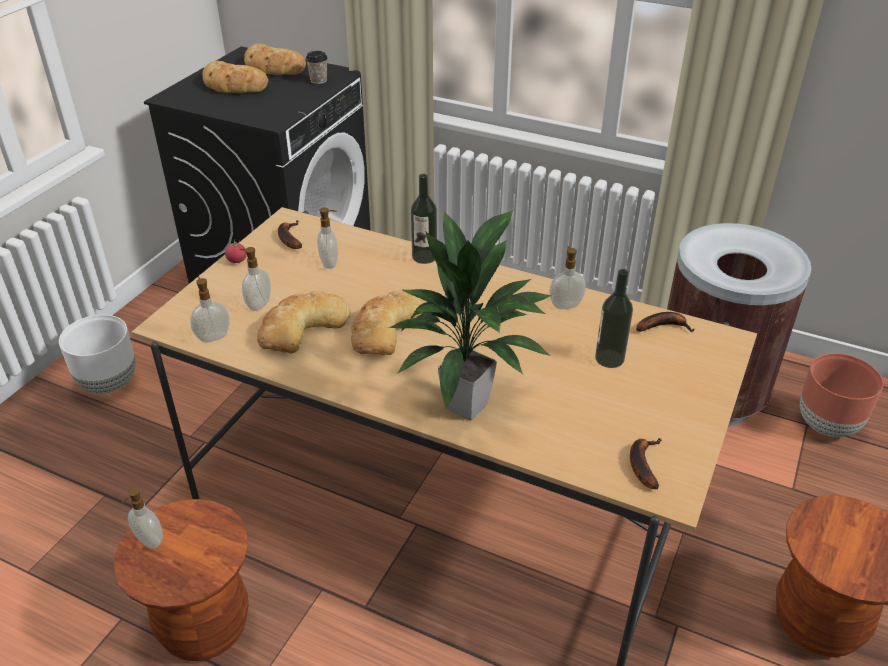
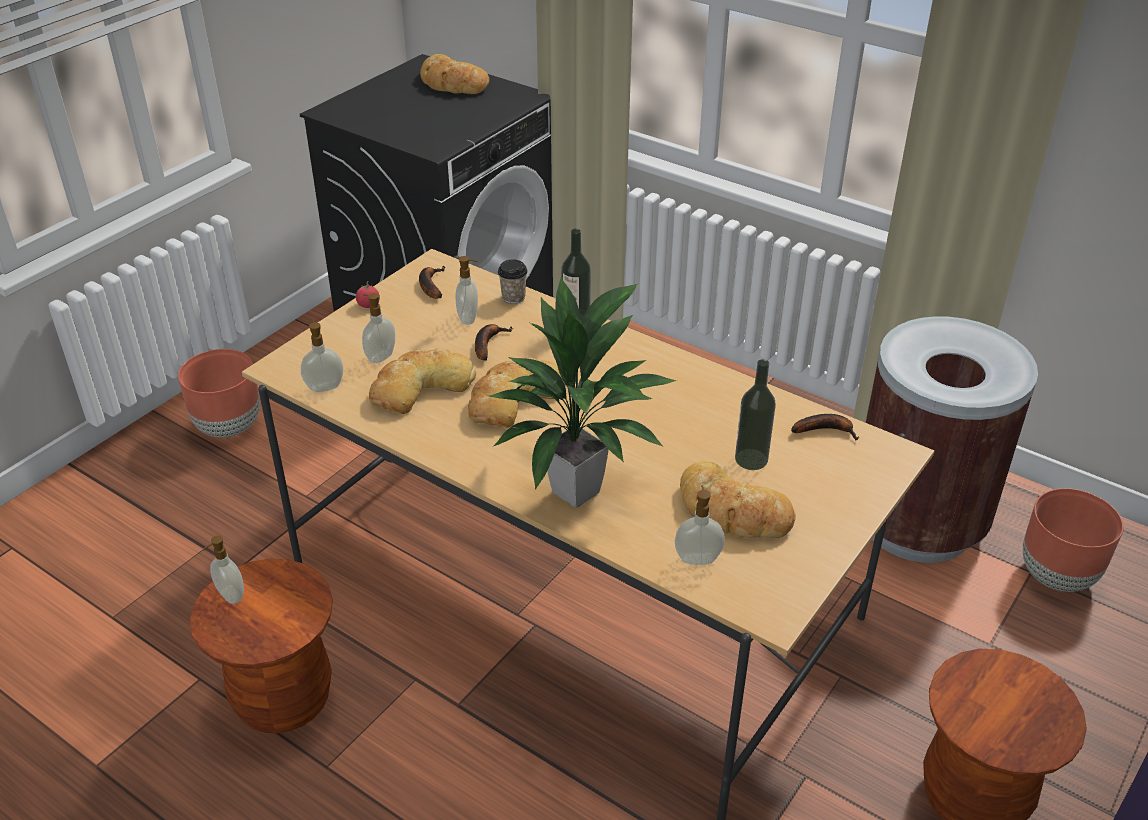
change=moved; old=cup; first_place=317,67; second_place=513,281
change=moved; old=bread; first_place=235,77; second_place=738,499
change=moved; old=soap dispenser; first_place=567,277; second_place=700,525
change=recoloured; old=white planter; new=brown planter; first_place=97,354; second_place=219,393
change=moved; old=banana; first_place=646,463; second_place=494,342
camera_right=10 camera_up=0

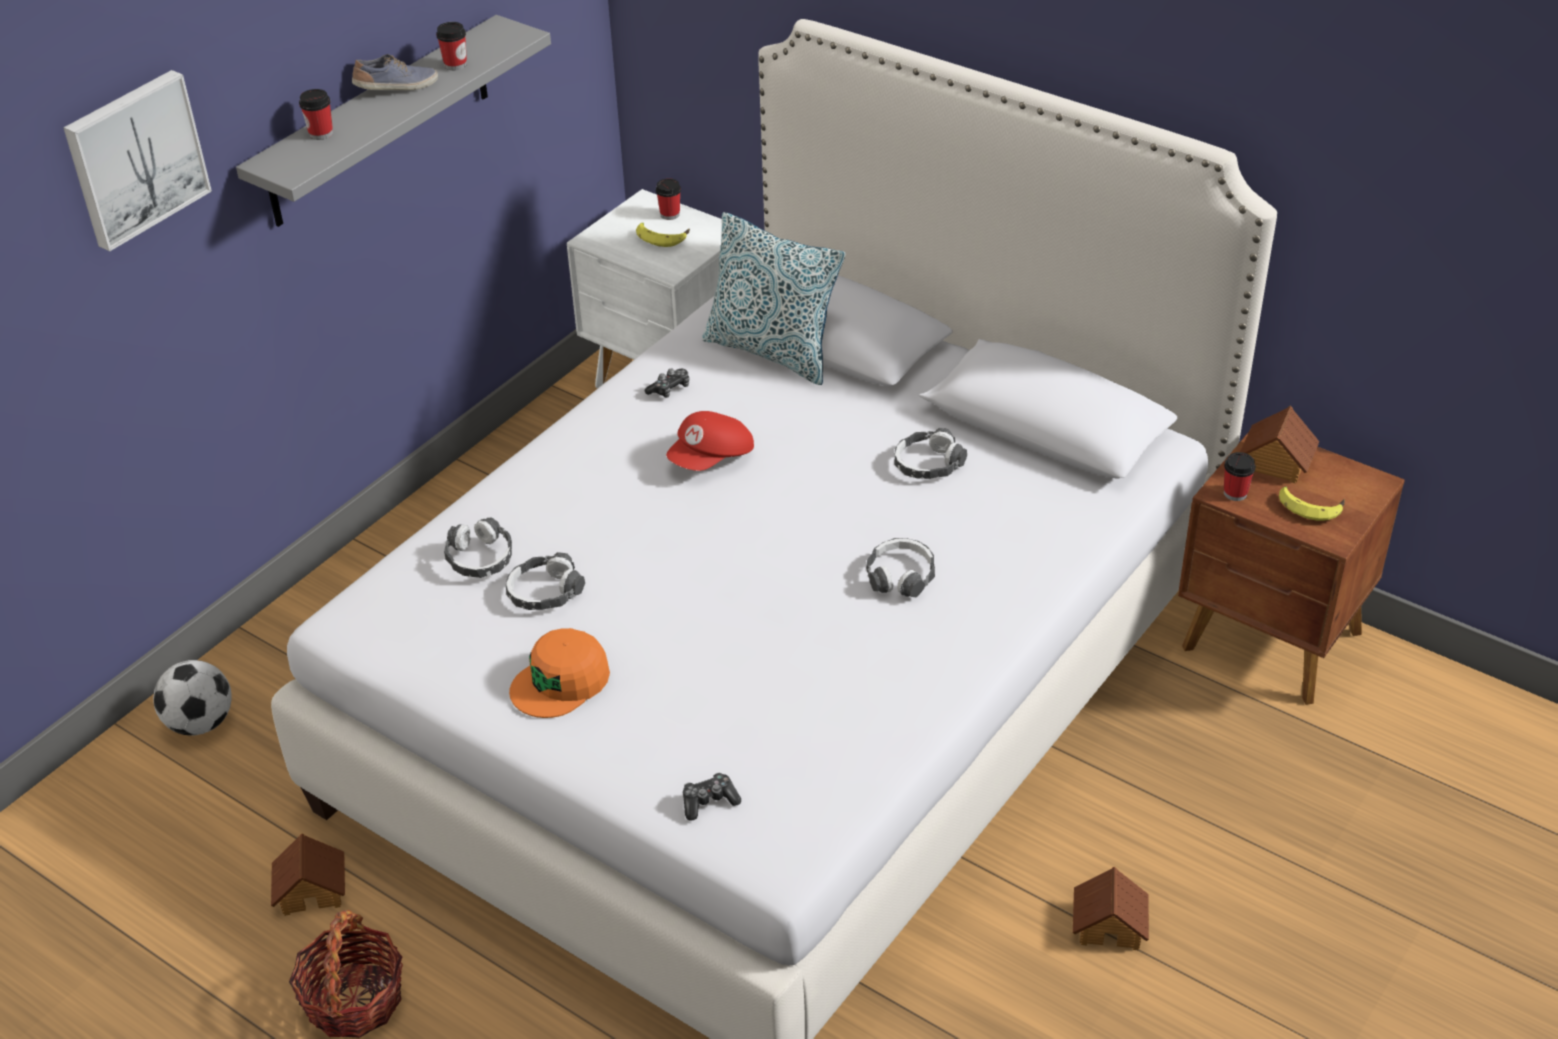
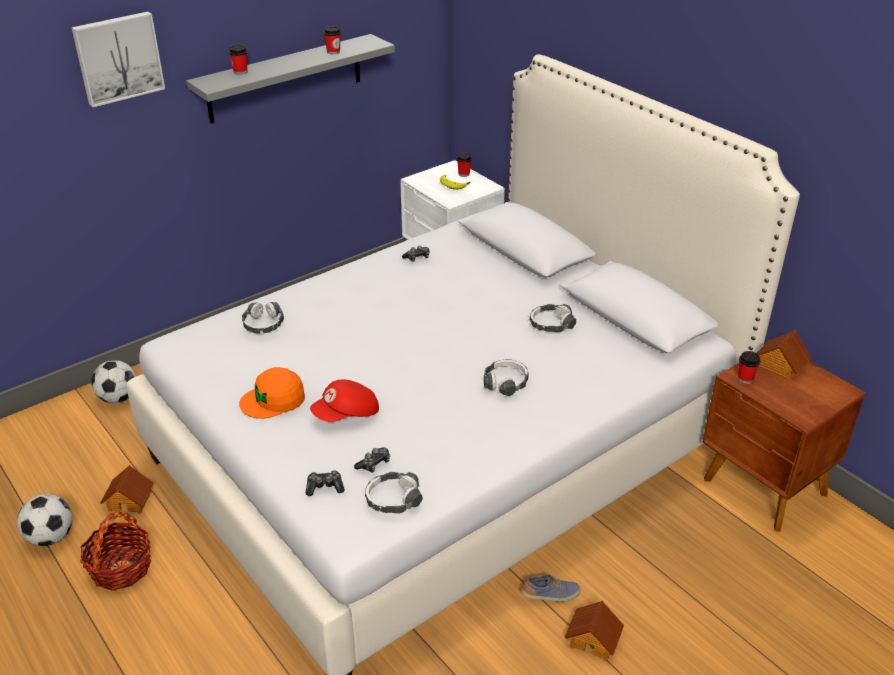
change=moved; old=shoe; first_place=395,72; second_place=551,588
change=removed; old=pillow; first_place=773,298
change=moved; old=red cap; first_place=710,441; second_place=344,401
change=removed; old=banana; first_place=1312,503
change=moved; old=headphones; first_place=545,581; second_place=394,492
change=added; new=game controller; second_place=372,460
change=added; new=football; second_place=45,520
camera_right=15 camera_up=-5

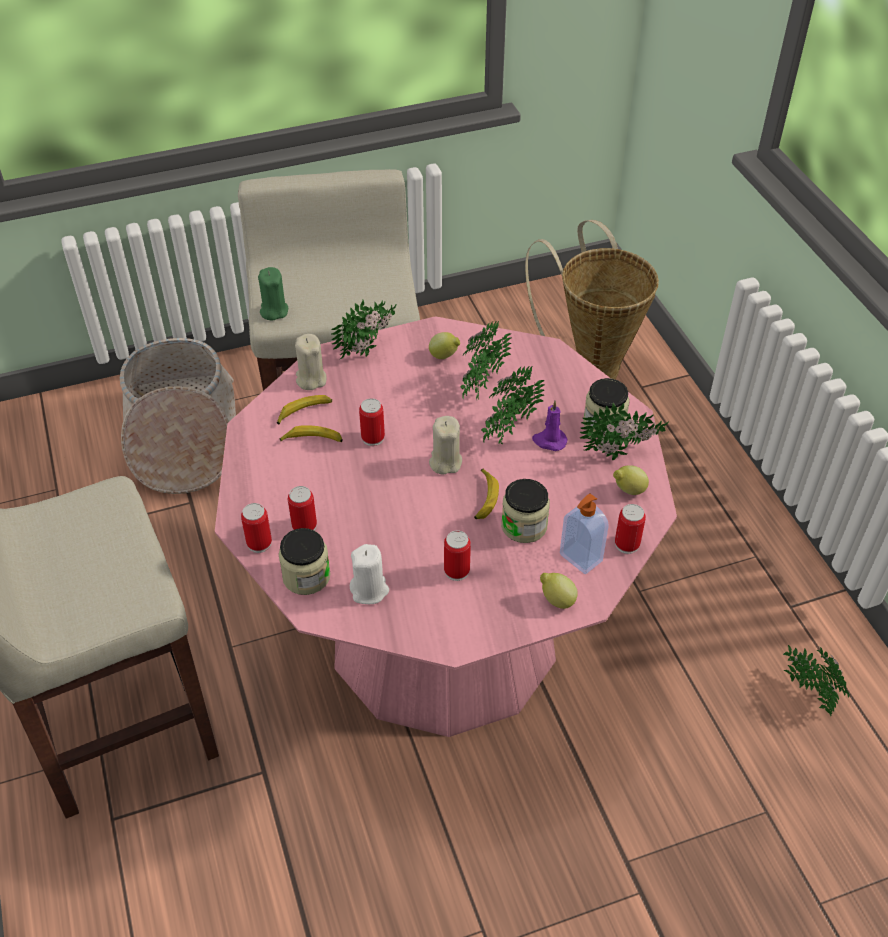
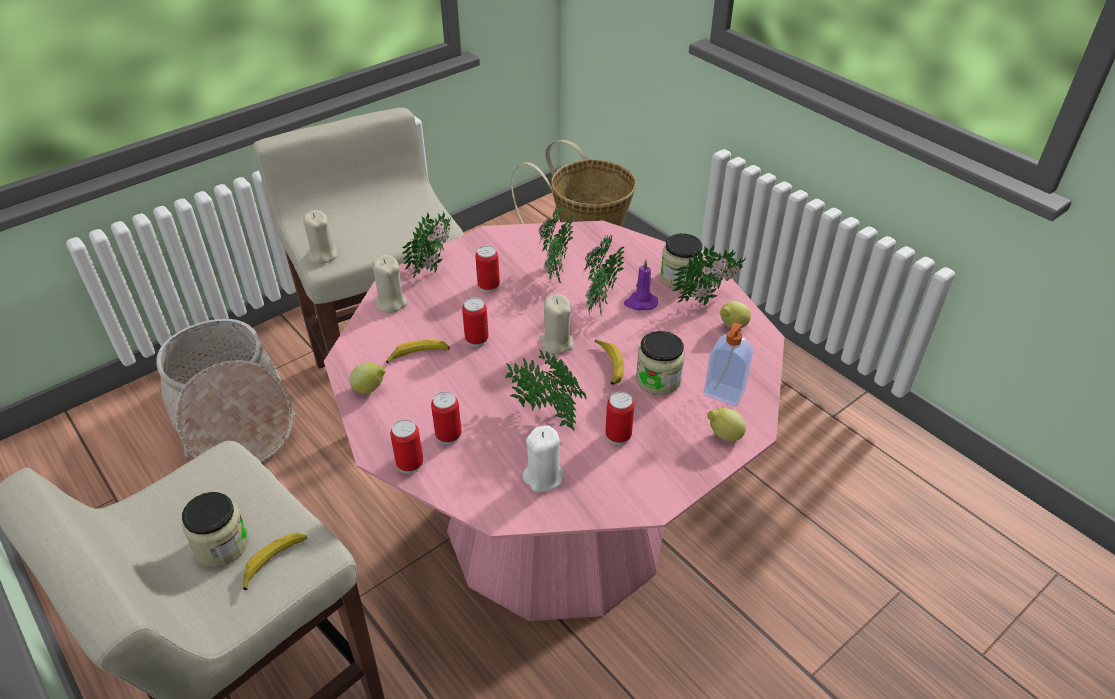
change=recoloured; old=green candle; new=beige candle; first_place=273,294; second_place=320,237
change=moved; old=lemon; first_place=444,345; second_place=367,378
change=moved; old=banana; first_place=304,410; second_place=275,561
change=moved; old=can; first_place=630,529; second_place=487,269
change=moved; old=jar; first_place=305,561; second_place=215,529
change=moved; old=potted plant; first_place=816,680; second_place=545,389
camera_right=-20 camera_up=-5

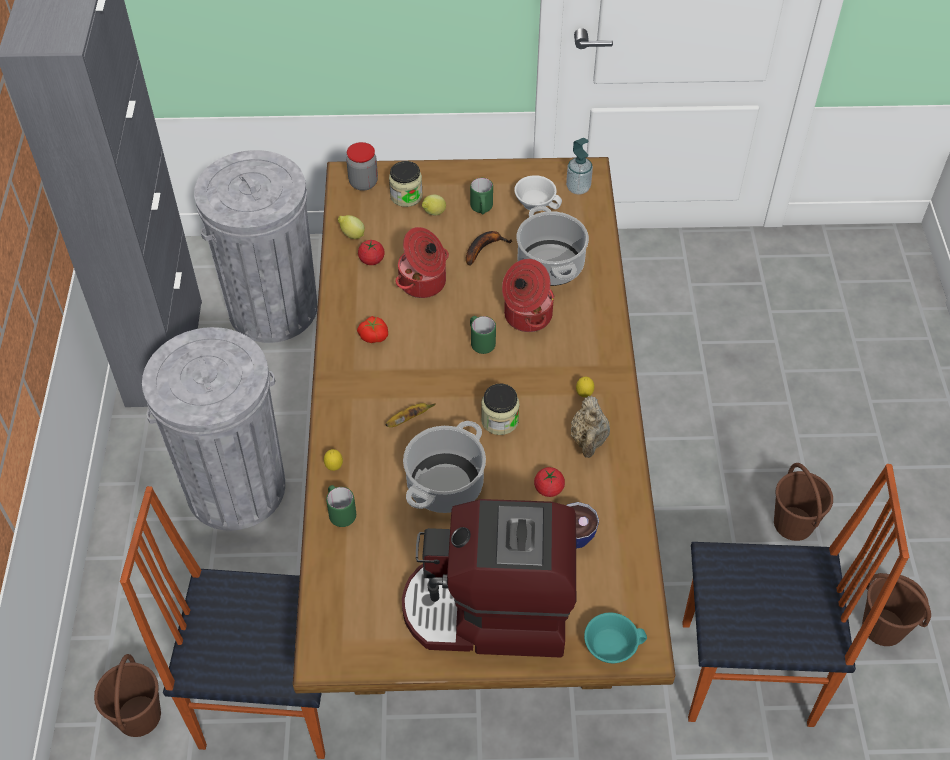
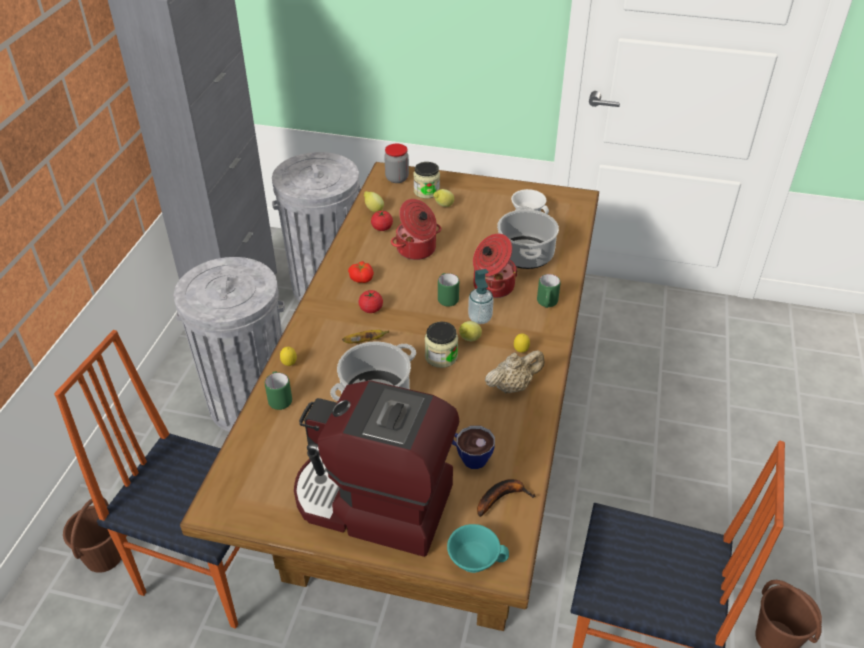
change=moved; old=soap dispenser; first_place=579,166; second_place=481,296
change=moved; old=green mug; first_place=481,196; second_place=549,291
change=moved; old=banana; first_place=489,248; second_place=506,498
change=turned; old=beige teapot; first_place=590,427; second_place=515,372; degrees=-135
change=removed; old=brown bucket; first_place=803,502
change=moved; old=tomato; first_place=549,482; second_place=371,301
change=added; new=lemon; second_place=470,331
camera_right=15 camera_up=-10

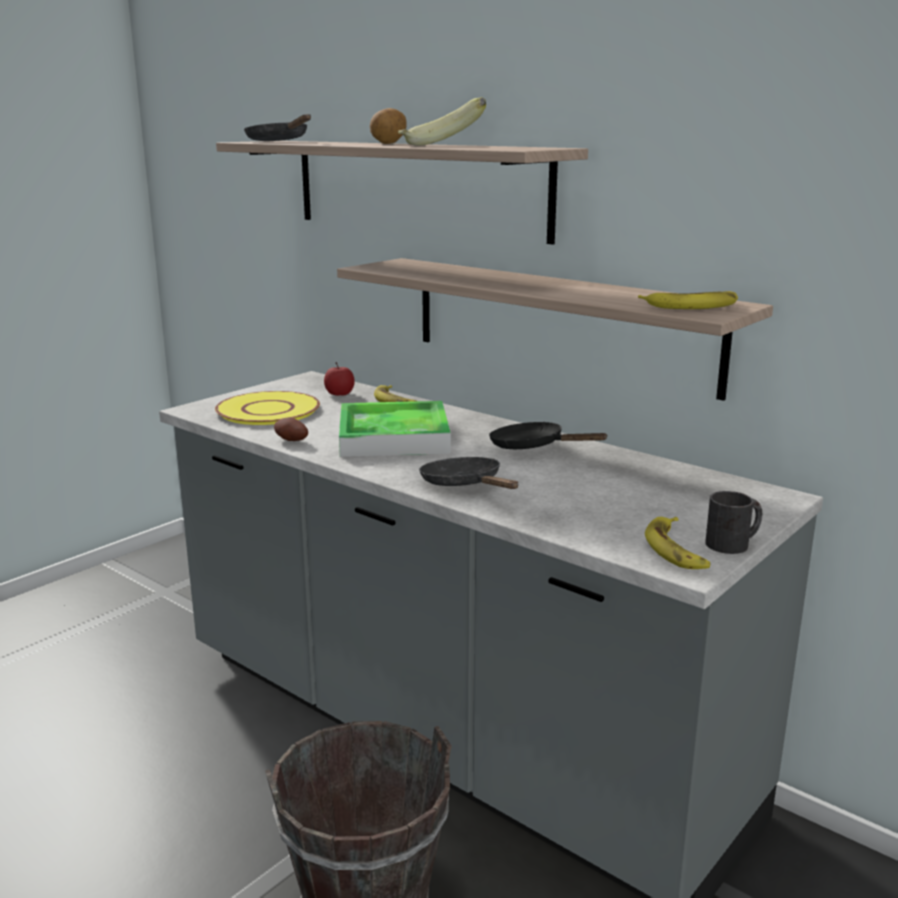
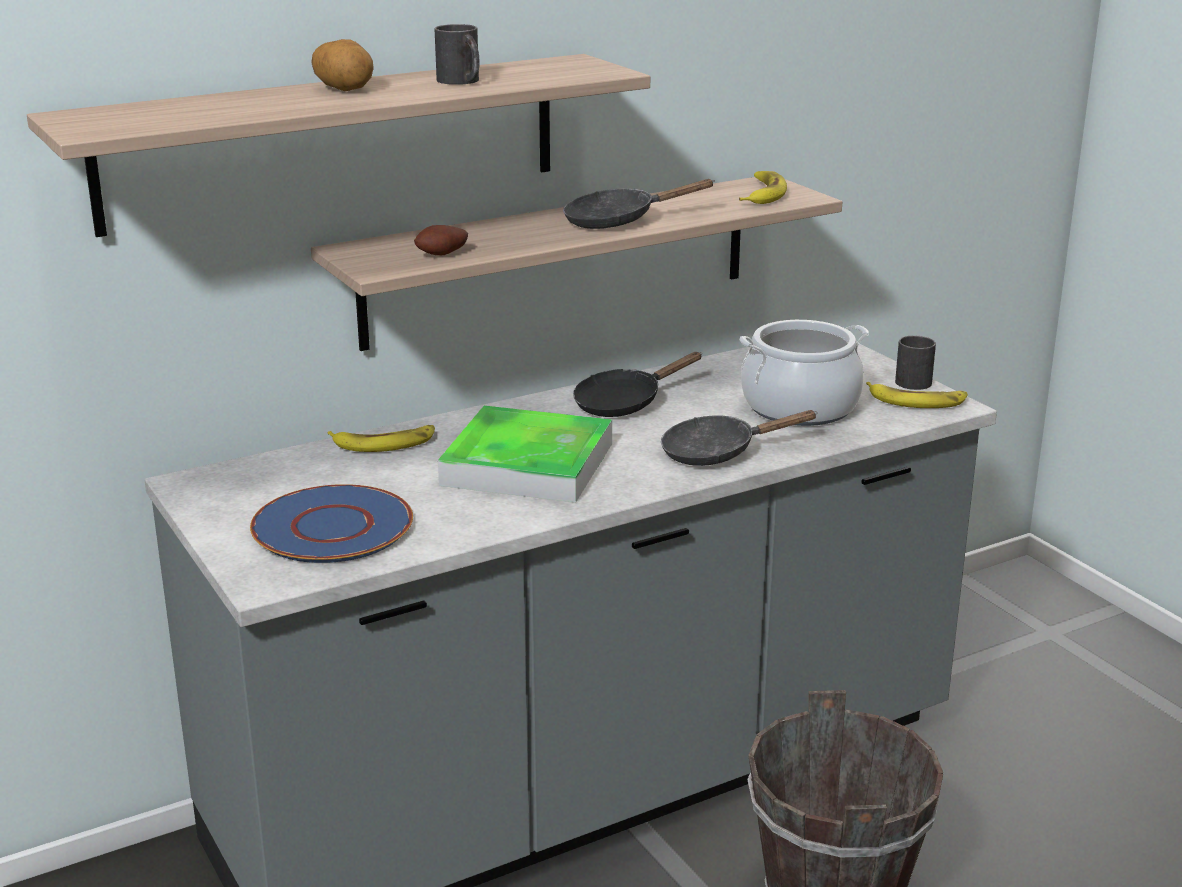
change=replaced; old=banana; new=black mug; first_place=442,121; second_place=457,54
change=moved; old=black frying pan; first_place=277,127; second_place=639,204
change=removed; old=apple; first_place=339,379
change=recoloured; old=yellow plate; new=blue plate; first_place=267,408; second_place=331,523
change=moved; old=potato; first_place=291,429; second_place=441,240
change=added; new=cooking pot; second_place=804,373
camera_right=-70 camera_up=5

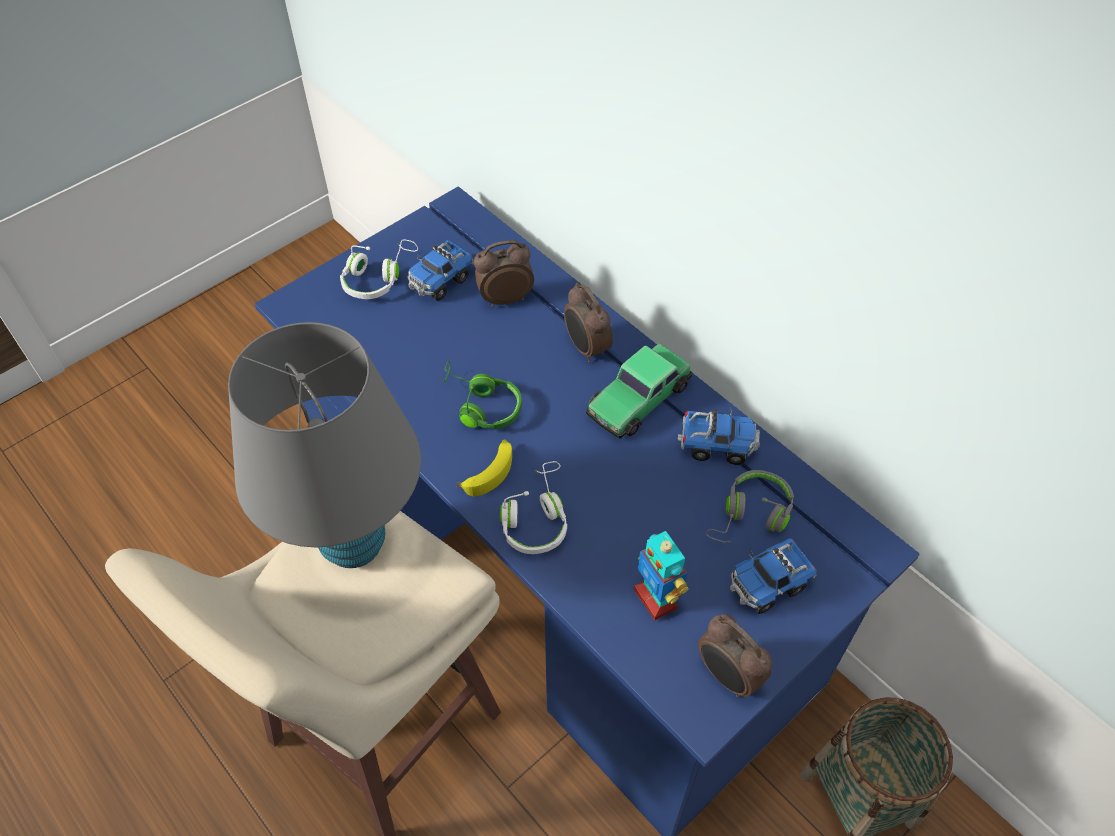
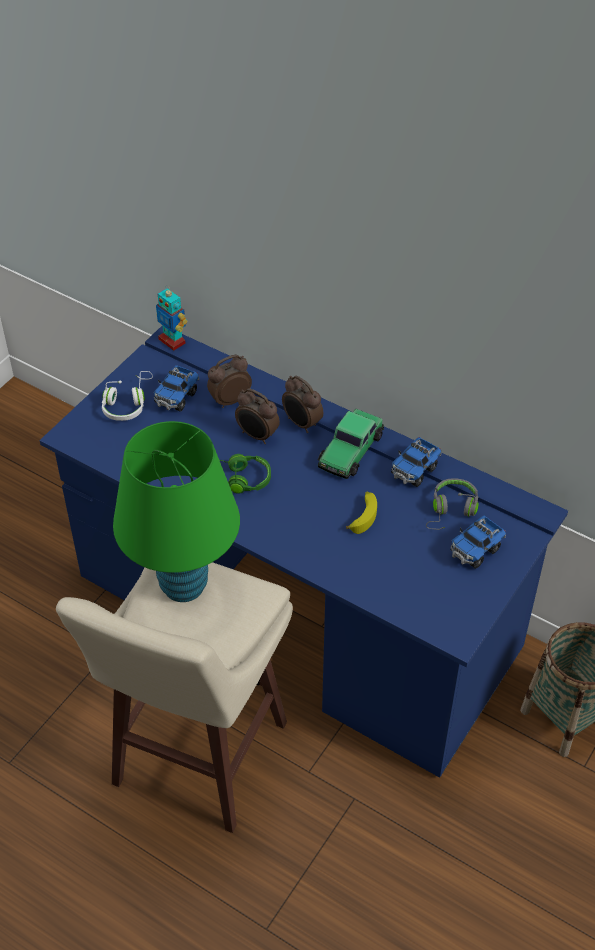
change=recoloured; old=grey table lamp; new=green table lamp; first_place=324,445; second_place=176,511
change=turned; old=toy truck; first_place=719,436; second_place=416,462; degrees=135
change=moved; old=banana; first_place=484,468; second_place=361,513
change=removed; old=white headphones; first_place=533,507
change=moved; old=toy robot; first_place=661,576; second_place=171,318
change=moved; old=alarm clock; first_place=735,656; second_place=257,416
camera_right=-15 camera_up=-5

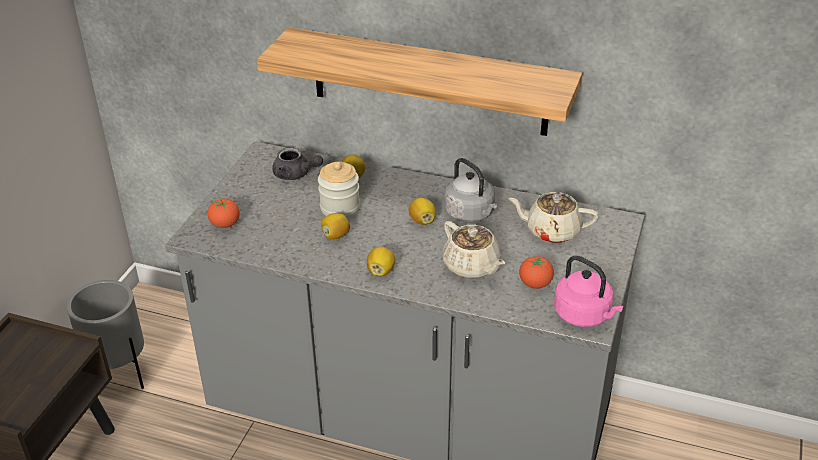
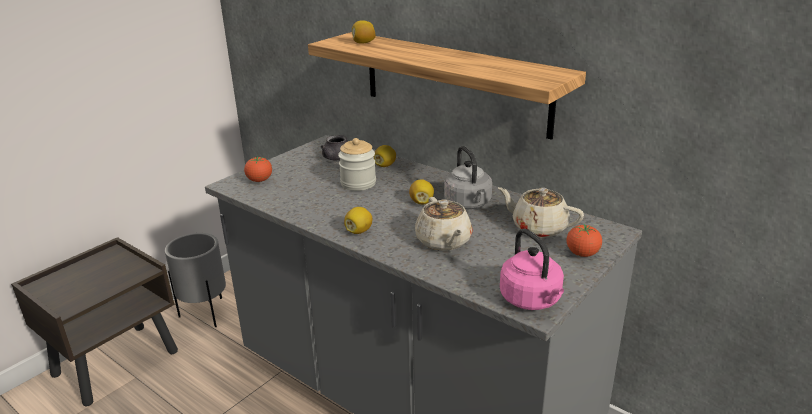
change=moved; old=lemon; first_place=335,226; second_place=364,32
change=moved; old=tomato; first_place=536,272; second_place=584,240
camera_right=20 camera_up=-10

